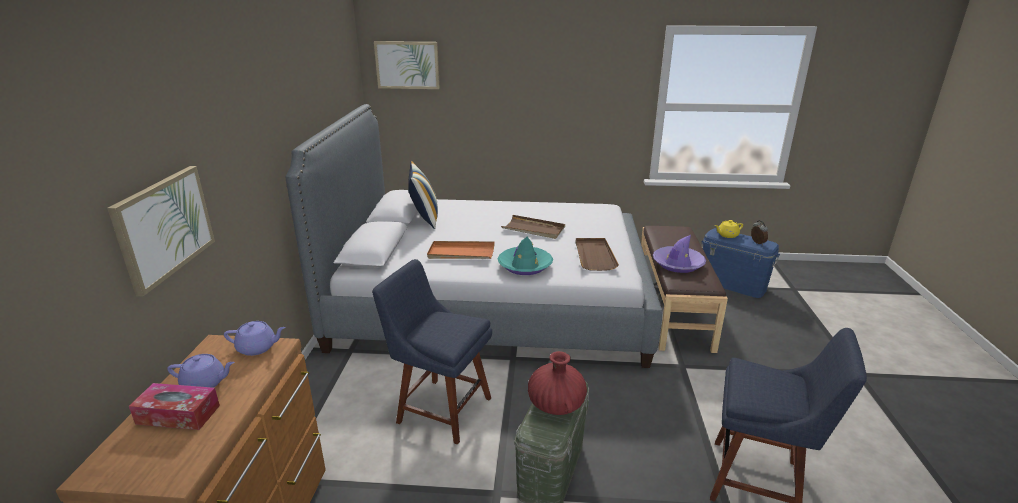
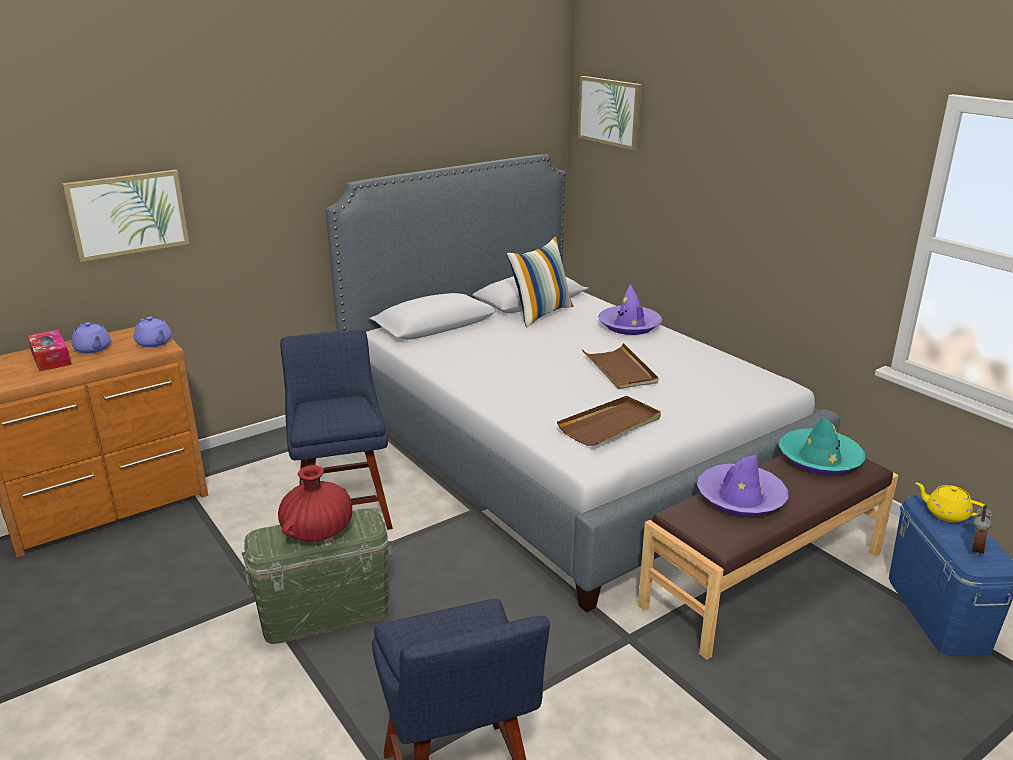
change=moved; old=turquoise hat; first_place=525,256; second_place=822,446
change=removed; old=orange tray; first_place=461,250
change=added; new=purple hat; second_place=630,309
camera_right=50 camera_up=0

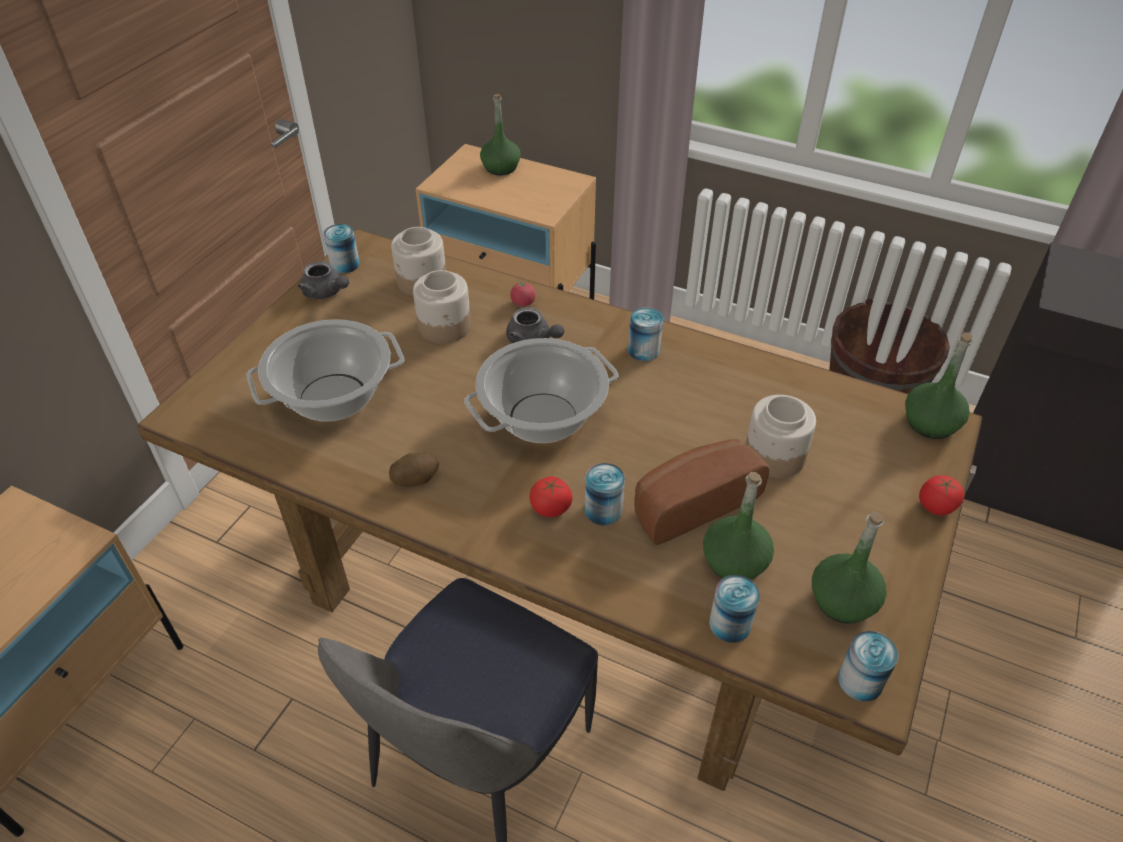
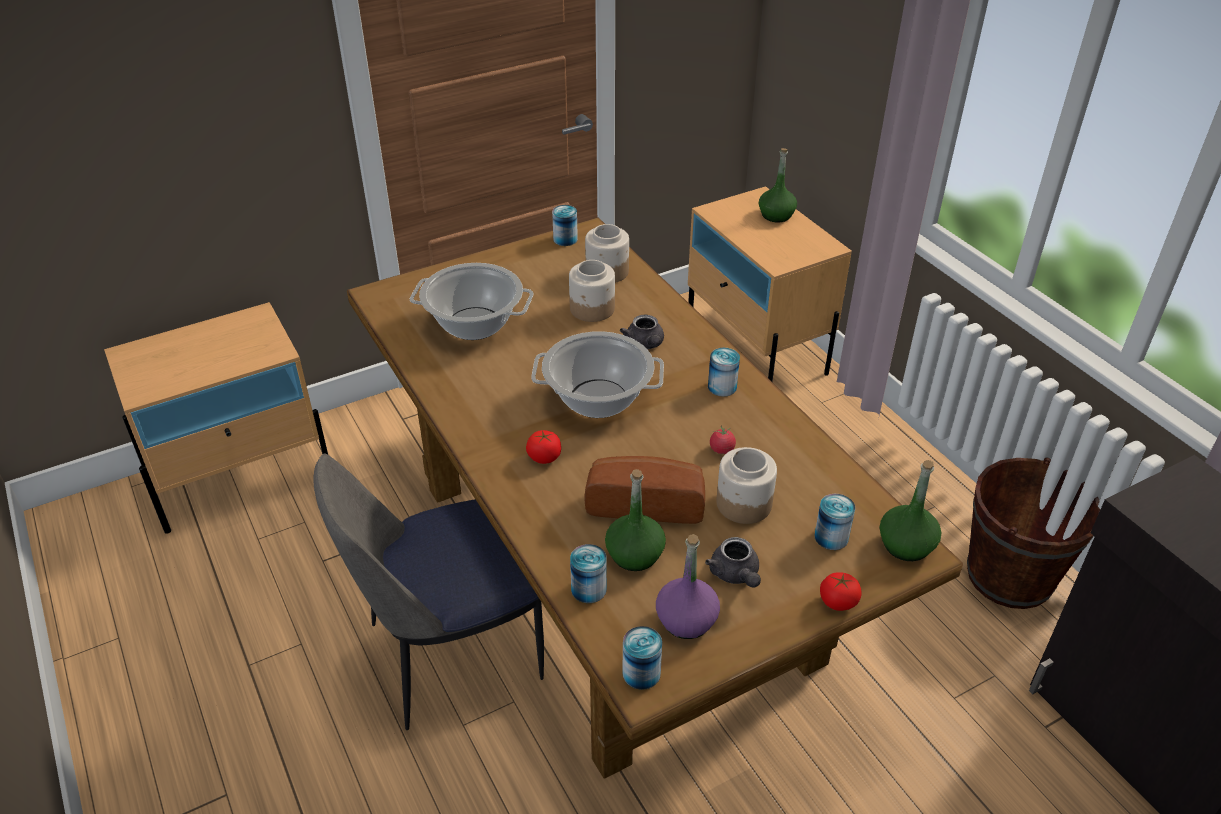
change=moved; old=grey teapot; first_place=323,280; second_place=733,562
change=moved; old=tomato; first_place=523,292; second_place=723,440
change=removed; old=potato; first_place=414,470
change=moved; old=can; first_place=605,494; second_place=834,522
change=recoloured; old=green bottle; new=purple bottle; first_place=849,567; second_place=688,586
camera_right=35 camera_up=-5

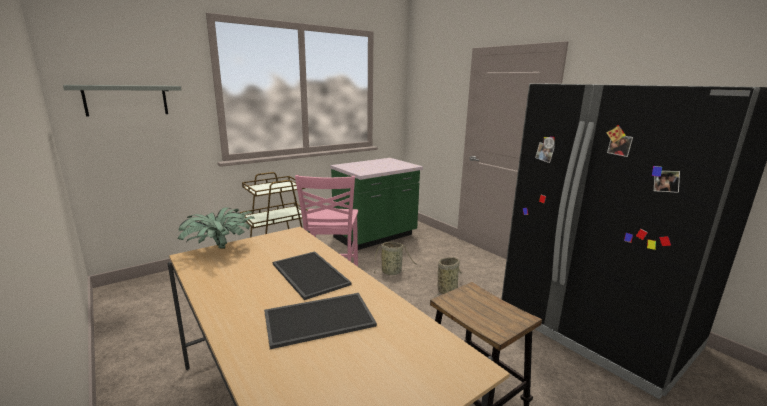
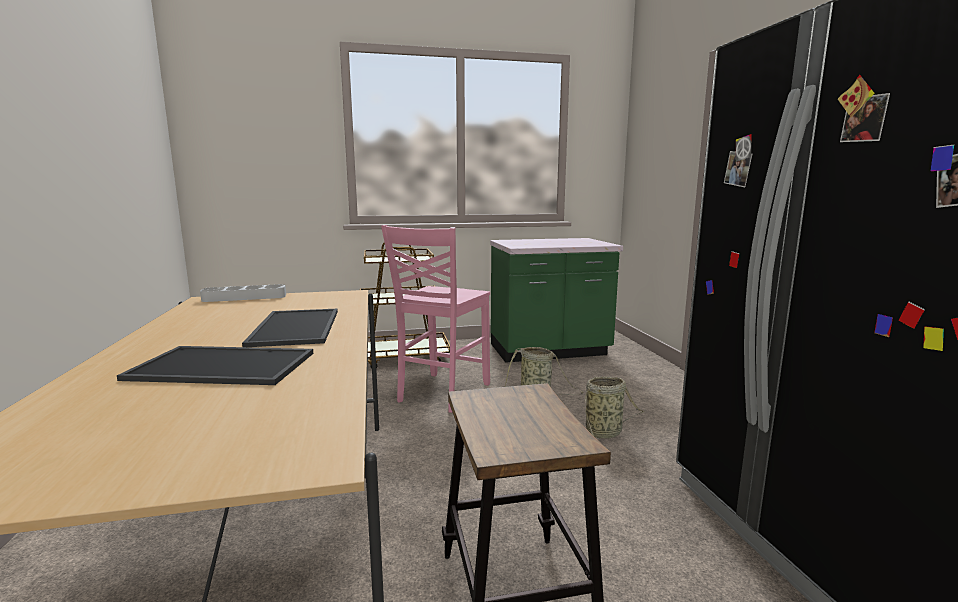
change=removed; old=grey shelf; first_place=122,101
change=replaced; old=potted plant; new=grey tray; first_place=216,227; second_place=243,293
camera_right=25 camera_up=-5

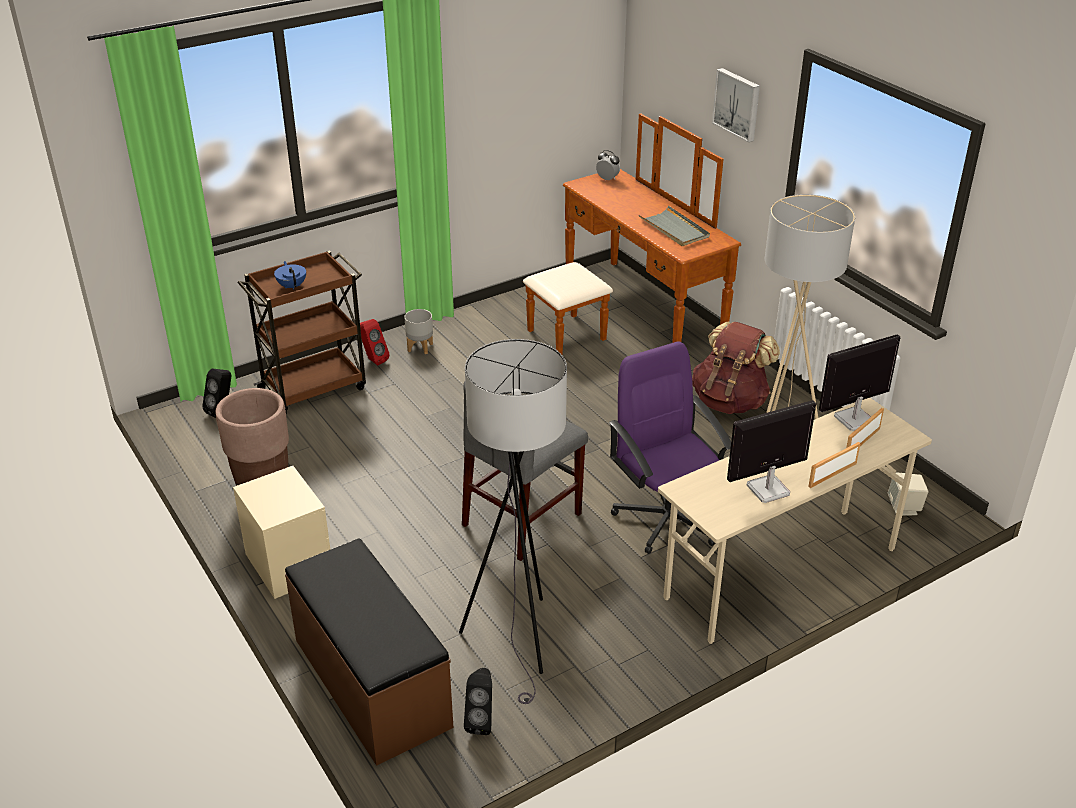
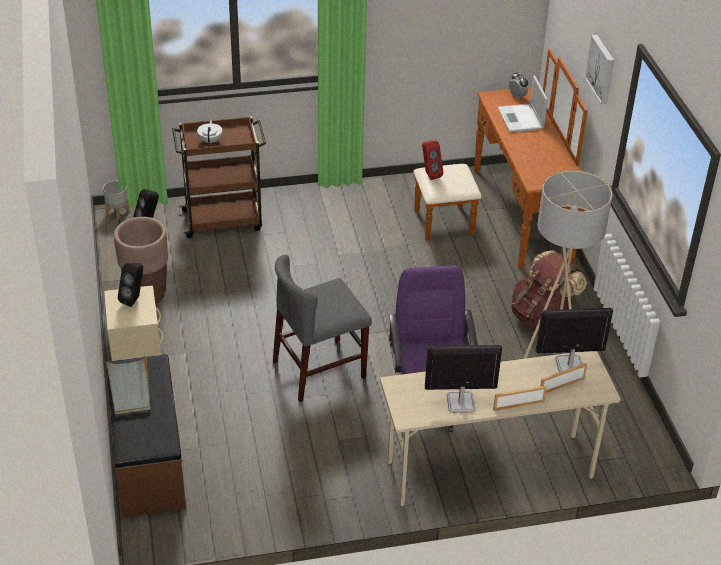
change=moved; old=grey tray; first_place=674,225; second_place=128,385
change=recoloured; old=blue teapot; new=white teapot; first_place=290,275; second_place=209,131
change=moved; old=grey planter; first_place=418,331; second_place=116,200
change=moved; old=red speaker; first_place=375,342; second_place=432,160
change=removed; old=grey floor lamp; first_place=513,521
change=removed; old=beige speaker; first_place=908,494
change=moved; old=black speaker; first_place=478,701; second_place=130,285
change=added; new=laptop; second_place=523,103
camera_right=20 camera_up=5

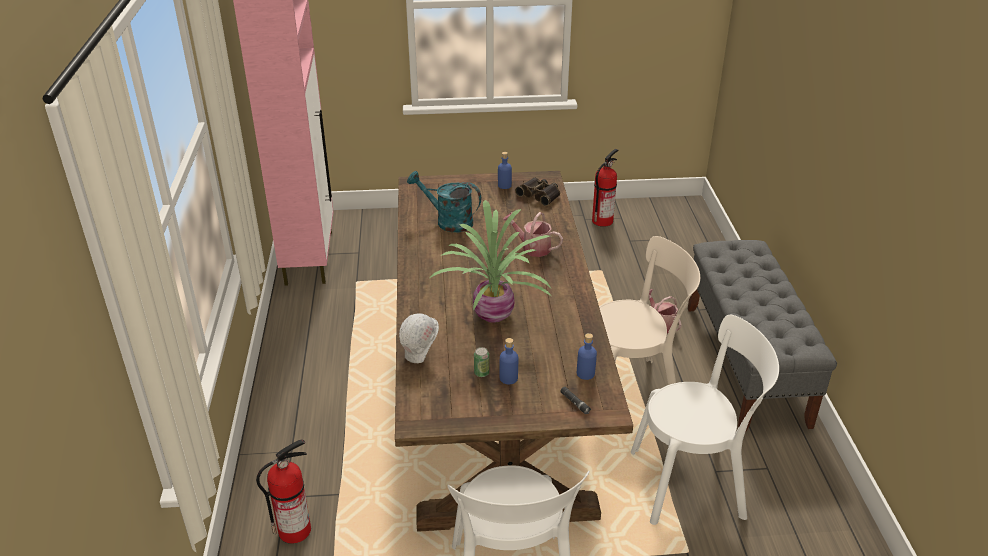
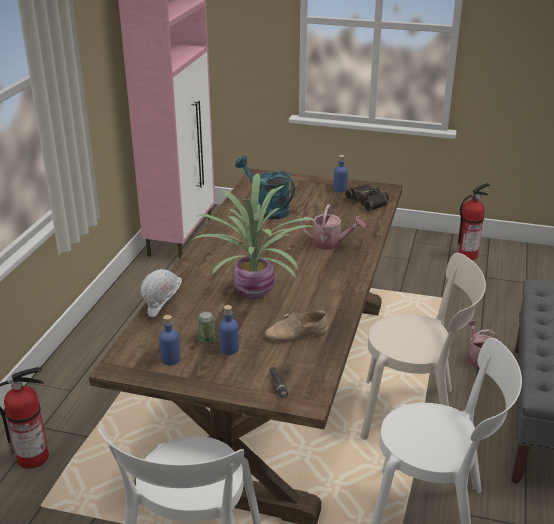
change=turned; old=watering can; first_place=533,234; second_place=332,227; degrees=150
change=moved; old=blue bottle; first_place=587,356; second_place=170,340
change=added; new=beige shoe; second_place=297,326
camera_right=20 camera_up=-5

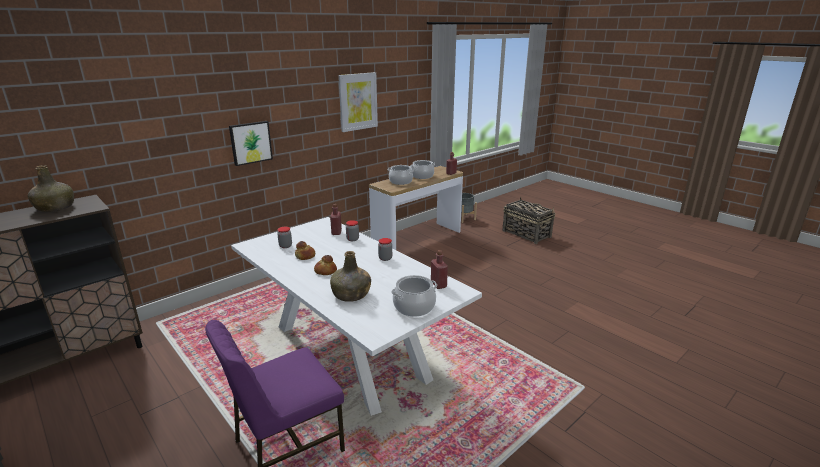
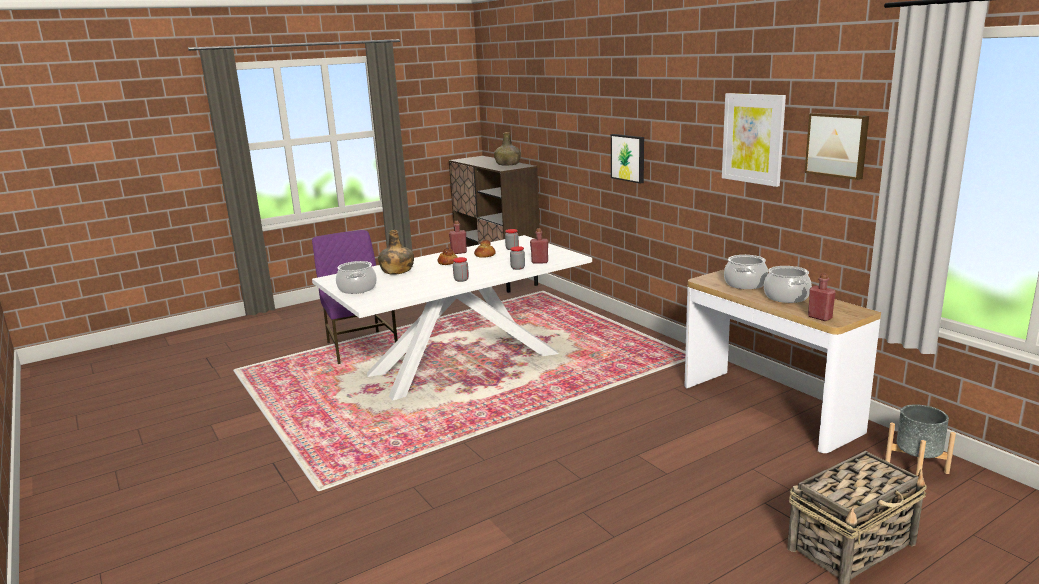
change=moved; old=red bottle; first_place=439,269; second_place=458,237
change=added; new=picture; second_place=837,146
camera_right=100 camera_up=-5

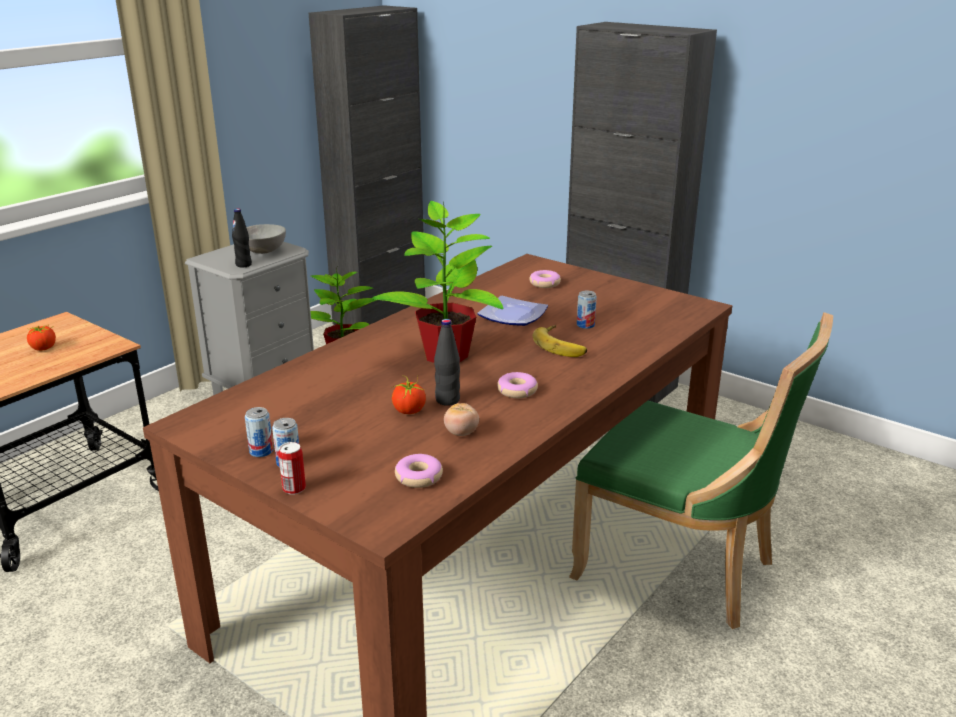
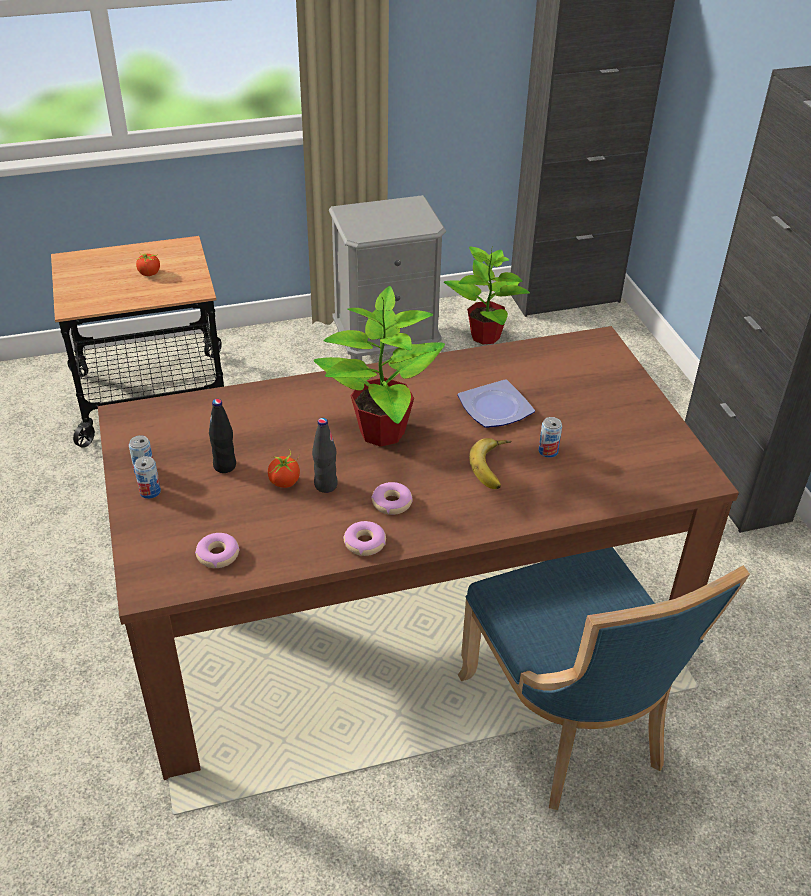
change=moved; old=black bottle; first_place=242,238; second_place=222,436
change=removed; old=grey bowl; first_place=266,239
change=moved; old=donut; first_place=545,279; second_place=364,538
change=recoloured; old=green chair; new=blue chair; first_place=701,470; second_place=604,678
change=removed; old=tomato; first_place=461,419
change=removed; old=can; first_place=292,468
camera_right=35 camera_up=15

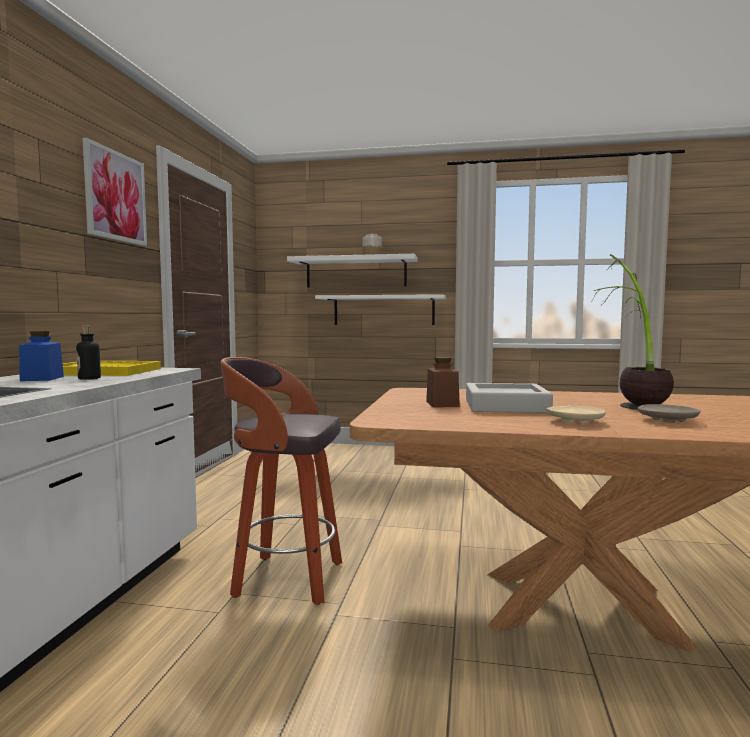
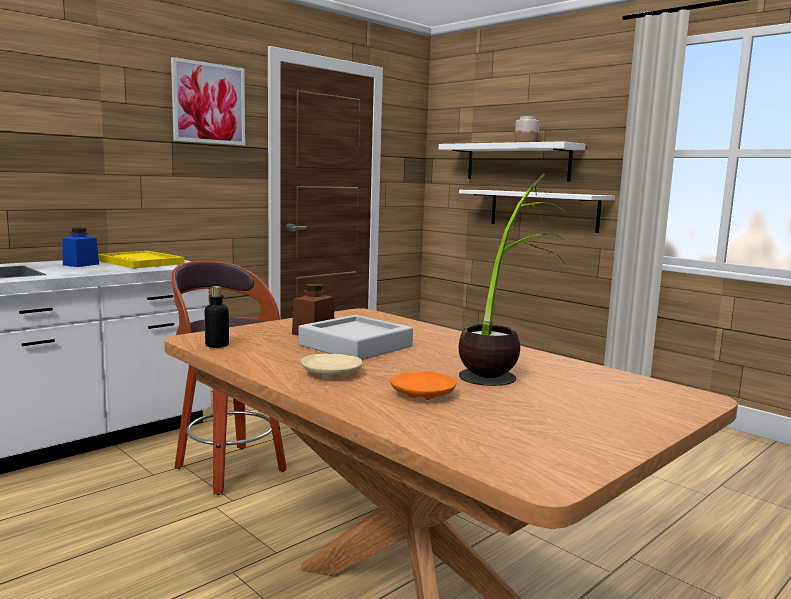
change=moved; old=bottle; first_place=88,353; second_place=217,317
change=recoloured; old=beige plate; new=orange plate; first_place=669,413; second_place=423,385
camera_right=35 camera_up=5

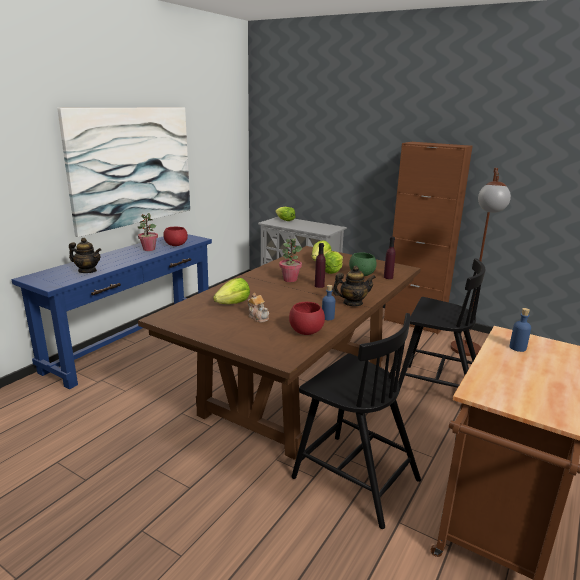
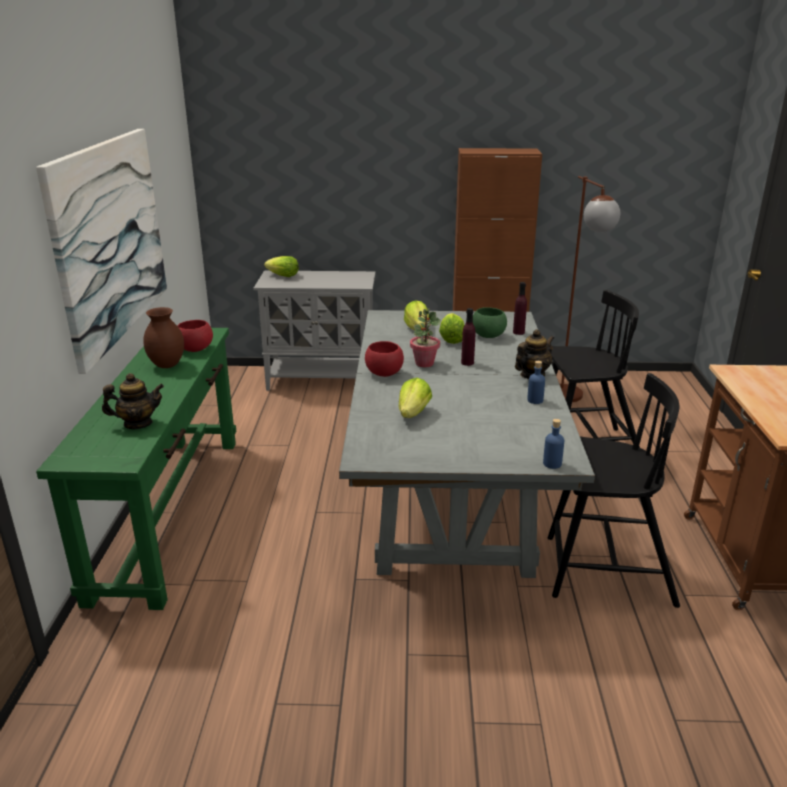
change=replaced; old=potted plant; new=brown vase; first_place=148,232; second_place=163,337
change=recoloured; old=blue console table; new=green console table; first_place=112,311; second_place=136,469
change=recoloured; old=brown dining table; new=grey dining table; first_place=279,353; second_place=467,444
change=removed; old=teapot; first_place=258,308
change=moved; old=red bowl; first_place=307,318; second_place=384,359
change=moved; old=blue bottle; first_place=520,330; second_place=553,444
camera_right=-30 camera_up=5

